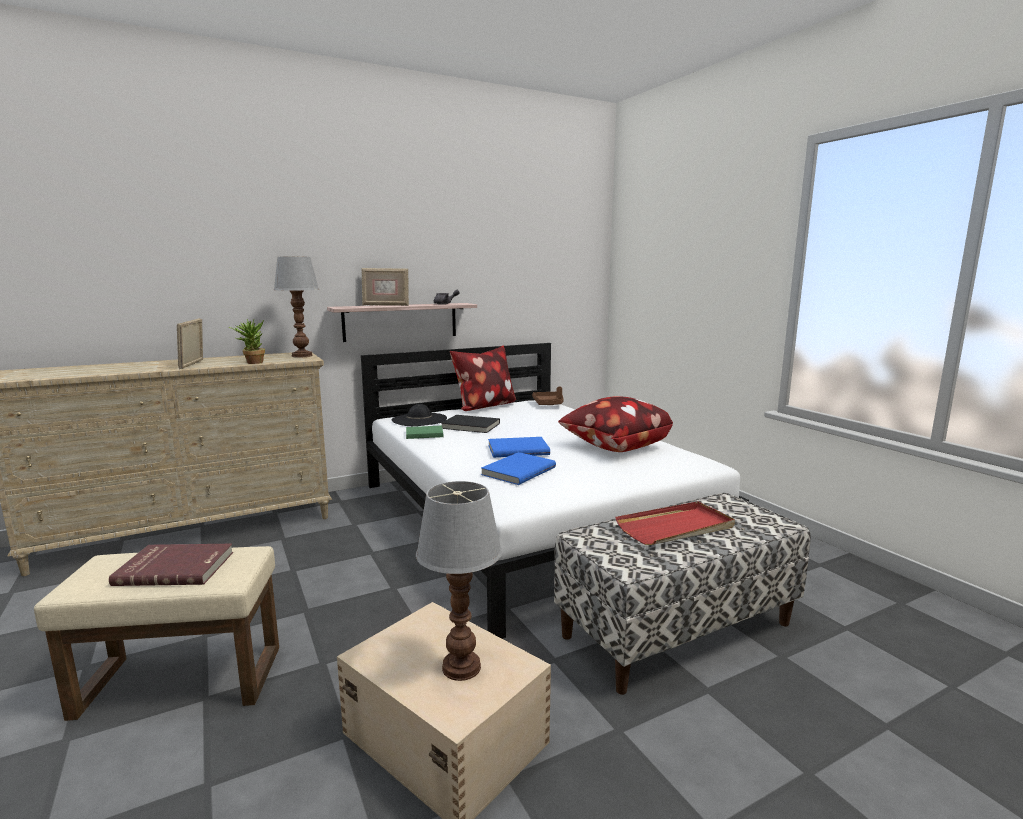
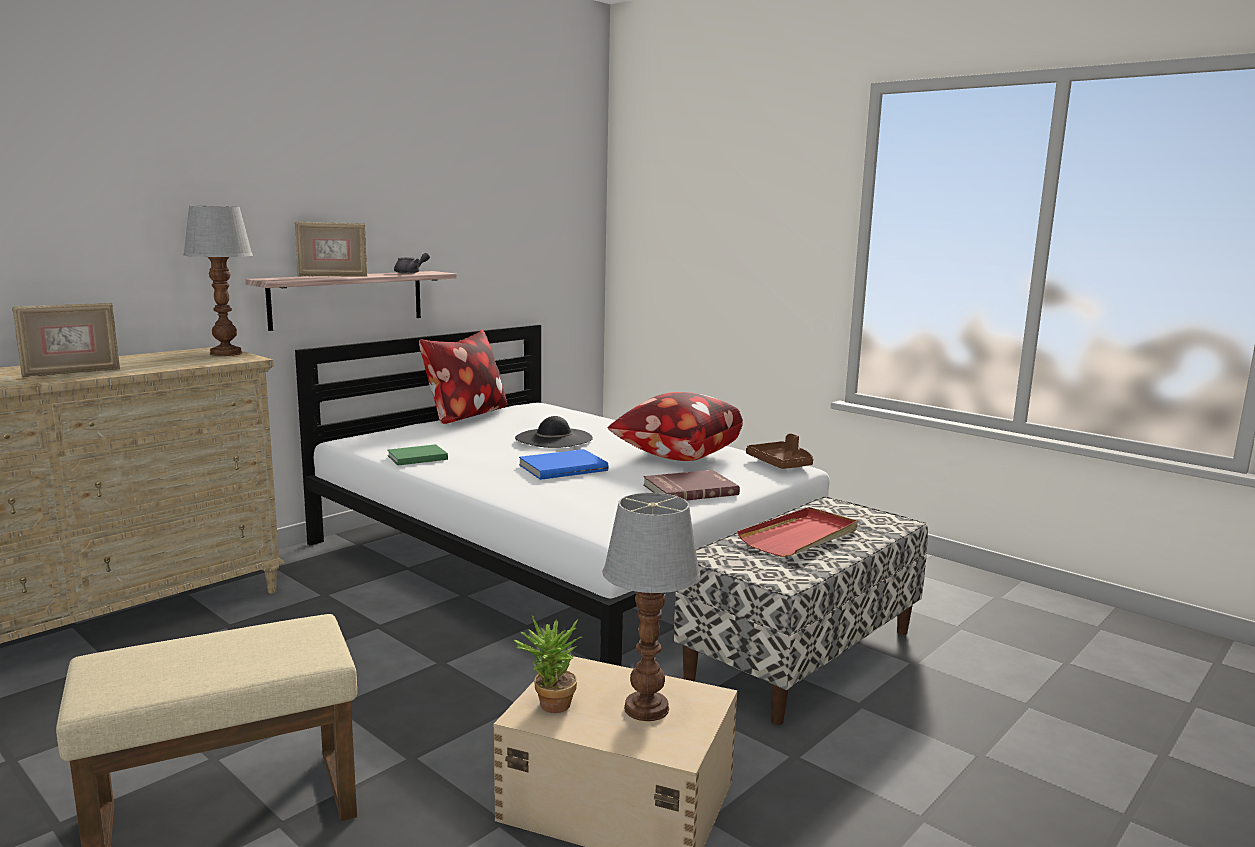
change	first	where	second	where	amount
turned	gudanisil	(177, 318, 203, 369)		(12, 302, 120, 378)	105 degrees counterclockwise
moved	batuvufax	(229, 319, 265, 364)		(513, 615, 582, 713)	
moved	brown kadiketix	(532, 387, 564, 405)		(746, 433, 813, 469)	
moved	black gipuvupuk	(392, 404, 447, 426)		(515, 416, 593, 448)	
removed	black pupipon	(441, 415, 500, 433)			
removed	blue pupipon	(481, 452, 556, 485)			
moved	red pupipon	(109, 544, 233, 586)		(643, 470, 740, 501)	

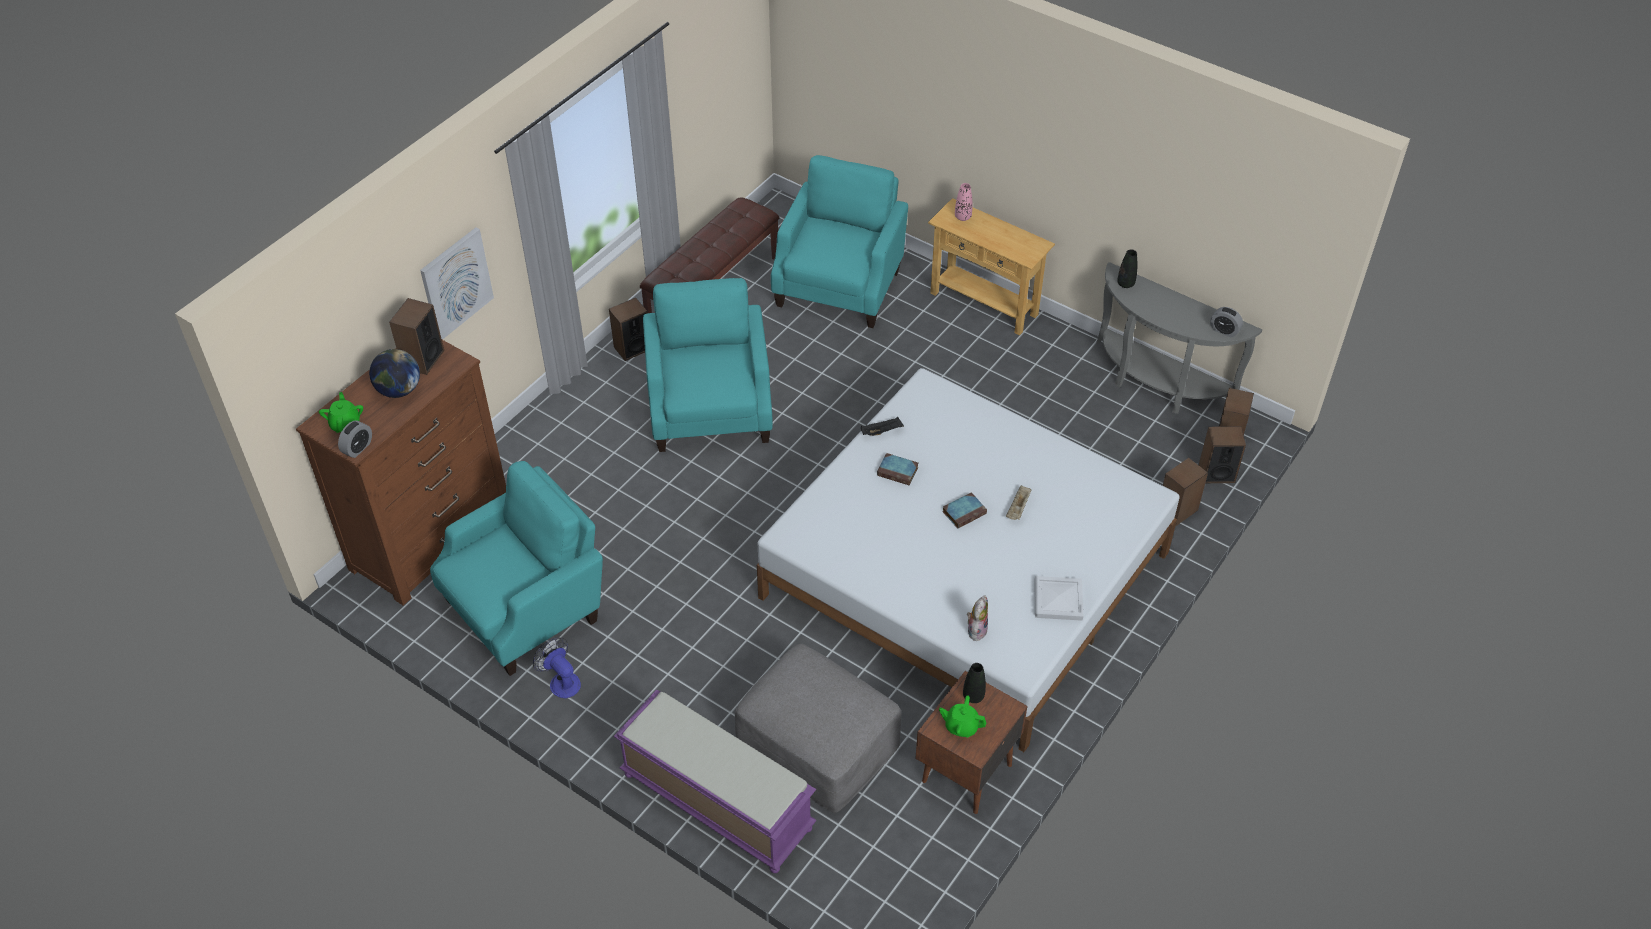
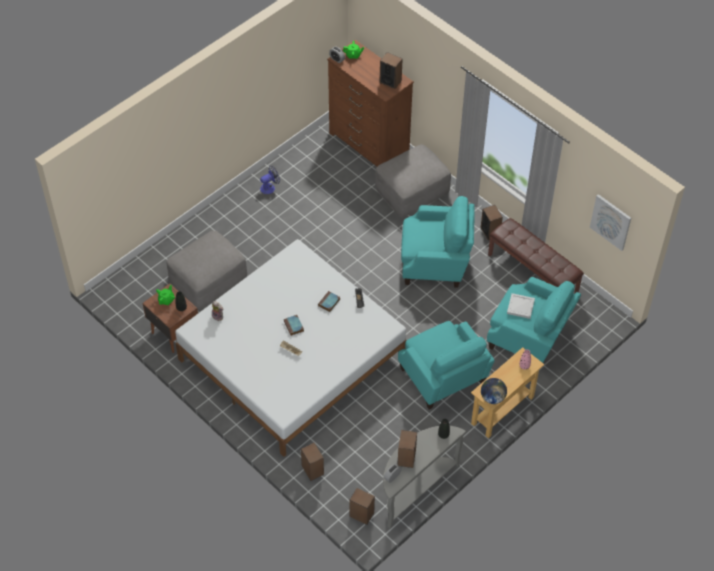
change	first	where	second	where	amount
moved	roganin	(420, 227, 494, 340)		(590, 194, 631, 251)	
moved	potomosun	(369, 349, 420, 398)		(481, 378, 507, 404)	
moved	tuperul	(1199, 426, 1246, 483)		(397, 430, 417, 468)	
moved	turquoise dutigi	(430, 461, 603, 676)		(398, 321, 495, 410)	
moved	white kadiketix	(1034, 576, 1083, 621)		(507, 293, 535, 319)	
removed	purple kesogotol	(614, 690, 817, 873)			
added			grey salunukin	(375, 145, 451, 218)	

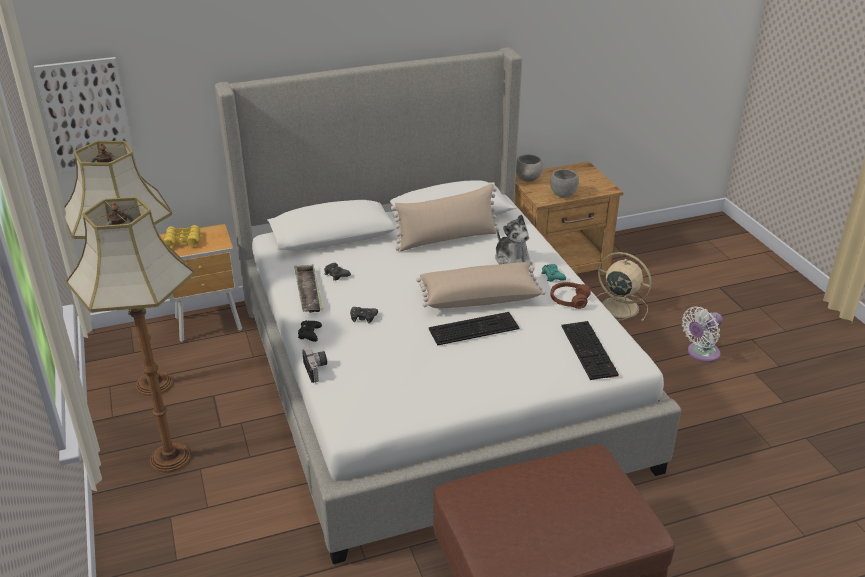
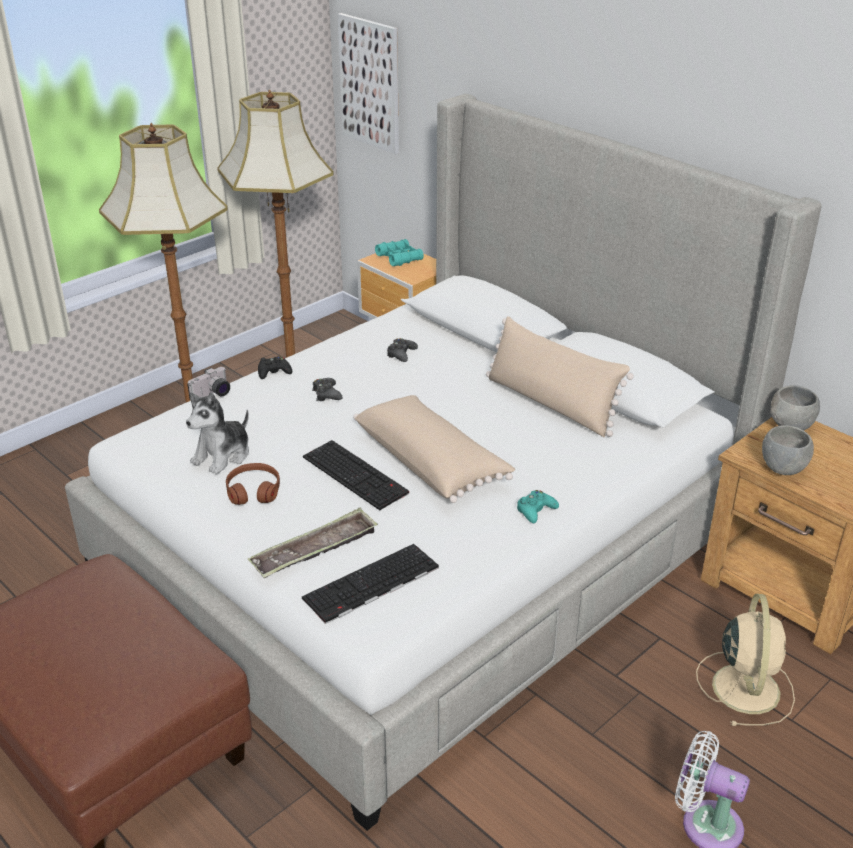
change	first	where	second	where	amount
moved	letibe	(495, 215, 533, 265)		(186, 392, 249, 474)	
recoloured	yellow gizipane	(163, 225, 201, 248)	turquoise gizipane	(375, 239, 424, 266)	
moved	kadiketix	(294, 264, 323, 313)		(247, 507, 378, 578)	
moved	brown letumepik	(550, 282, 591, 309)		(226, 463, 280, 505)	

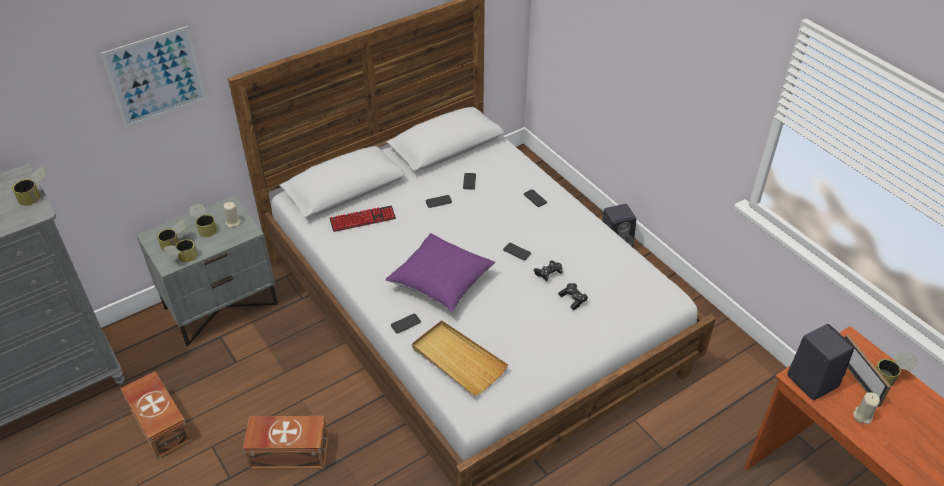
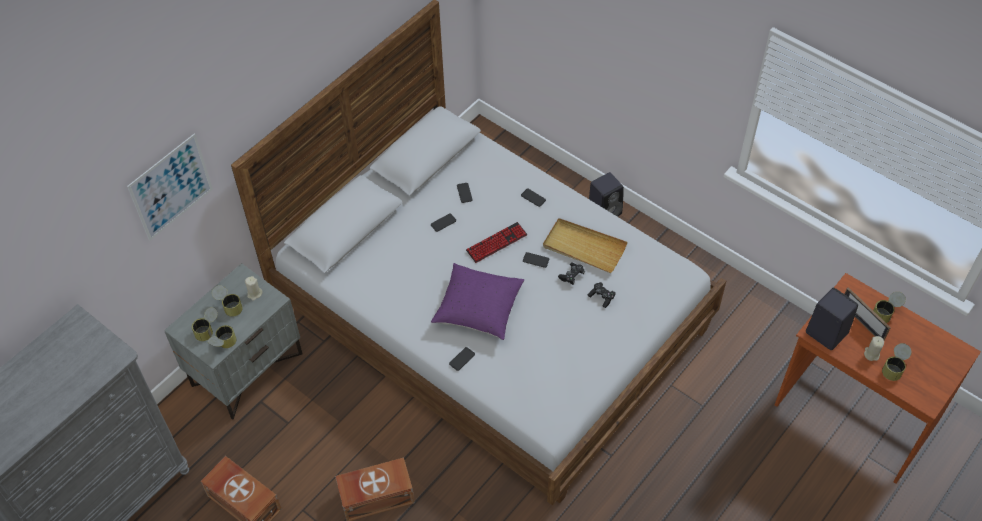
change	first	where	second	where	amount
moved	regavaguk	(12, 167, 46, 206)		(882, 343, 912, 381)	
moved	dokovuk	(329, 206, 396, 232)		(466, 222, 527, 263)	
moved	beige kadiketix	(412, 320, 508, 396)		(543, 218, 628, 273)	

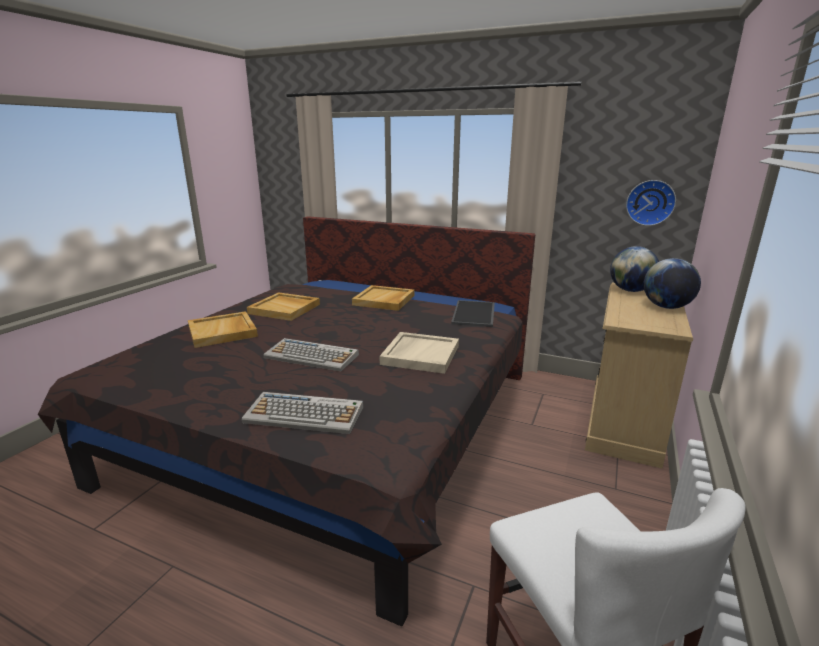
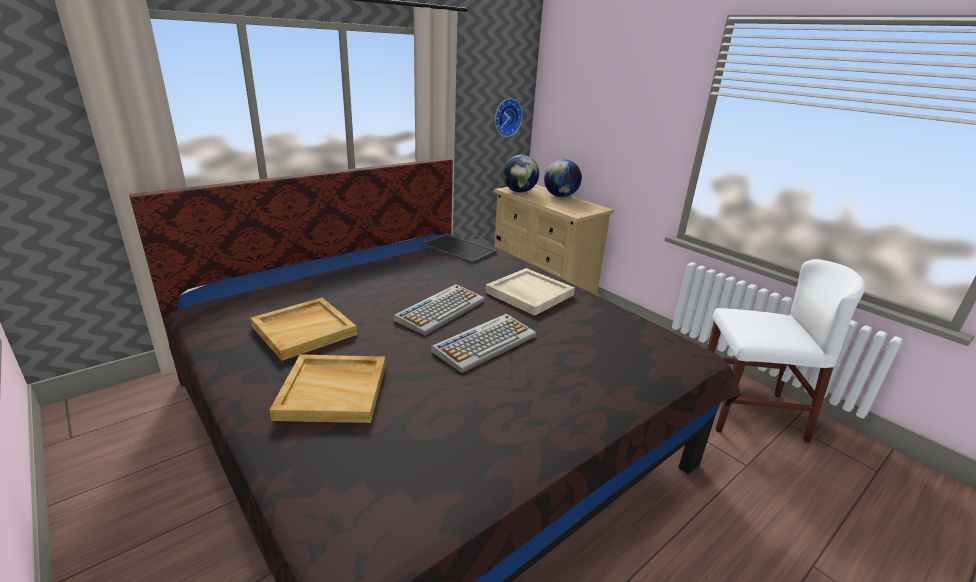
change	first	where	second	where	amount
removed	beige kadiketix	(352, 285, 414, 311)			
moved	dokovuk	(242, 392, 364, 434)		(393, 284, 485, 335)	

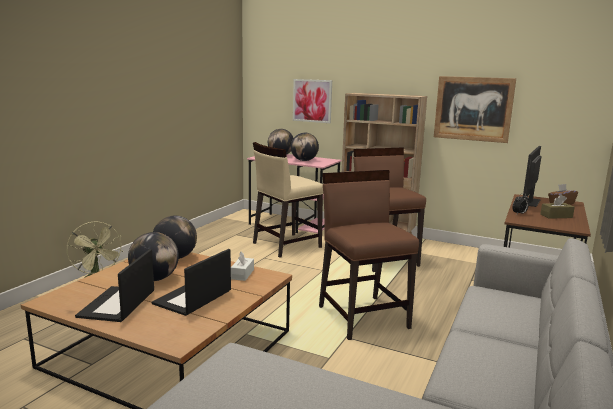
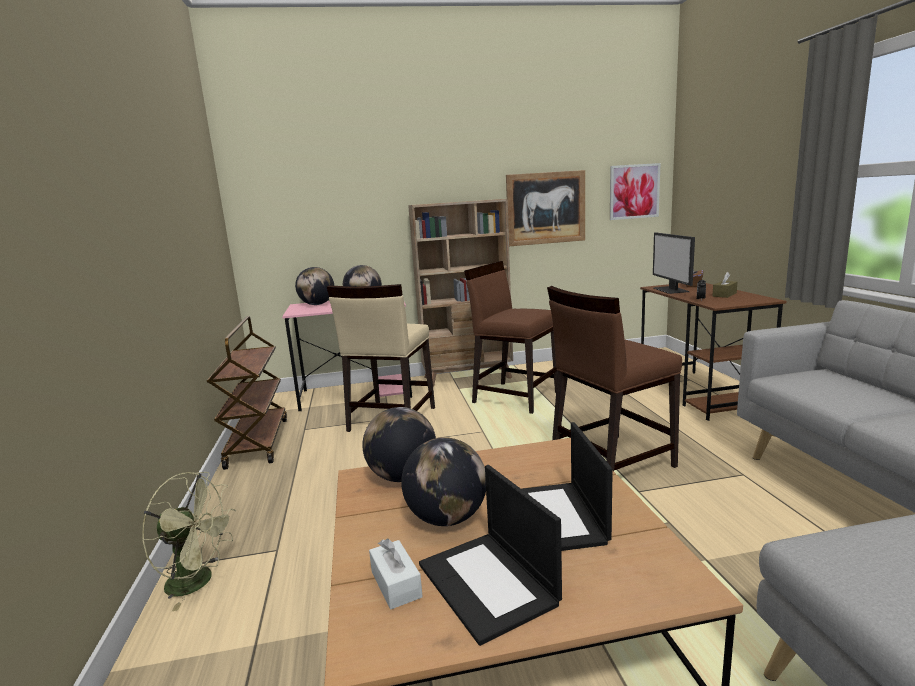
change	first	where	second	where	amount
moved	roganin	(293, 79, 332, 123)		(610, 163, 661, 220)	
turned	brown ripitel	(319, 170, 419, 340)		(547, 286, 682, 471)	60 degrees counterclockwise
moved	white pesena	(231, 251, 254, 281)		(369, 538, 423, 609)	
added			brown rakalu	(207, 316, 287, 470)	

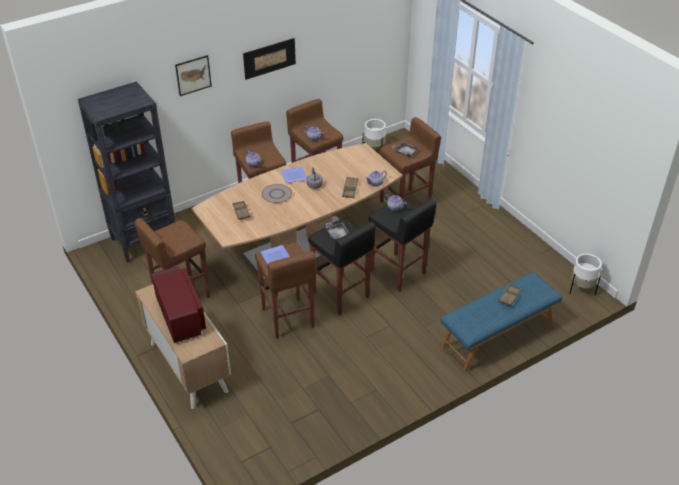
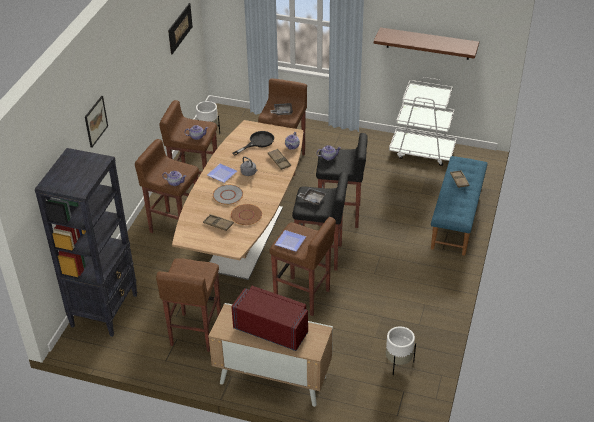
change	first	where	second	where	amount
moved	roganin	(243, 38, 296, 80)		(168, 3, 193, 55)	
moved	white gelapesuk	(569, 254, 602, 295)		(386, 327, 416, 375)	
added			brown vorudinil	(374, 27, 479, 60)	
added			white rakalu	(389, 77, 457, 166)	
added			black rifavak	(233, 131, 274, 155)	
added			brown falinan	(231, 204, 262, 225)	

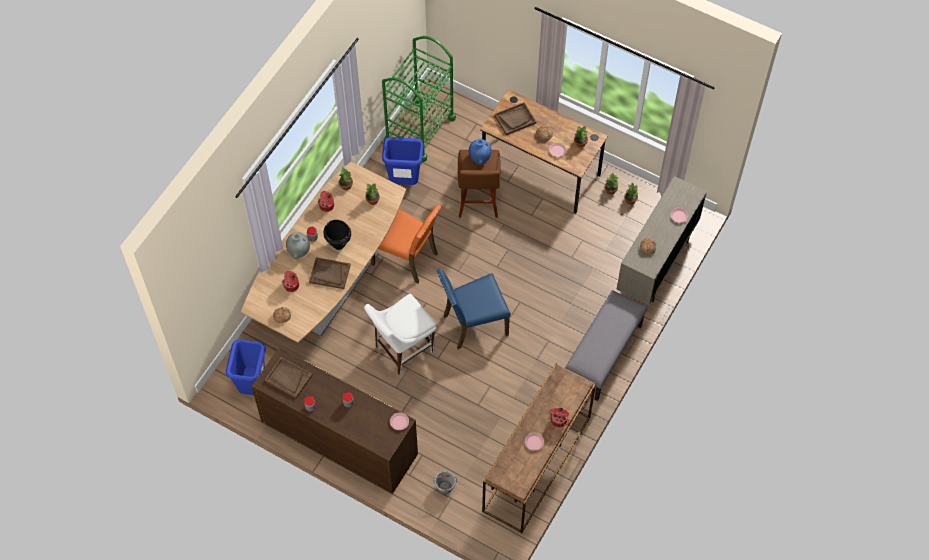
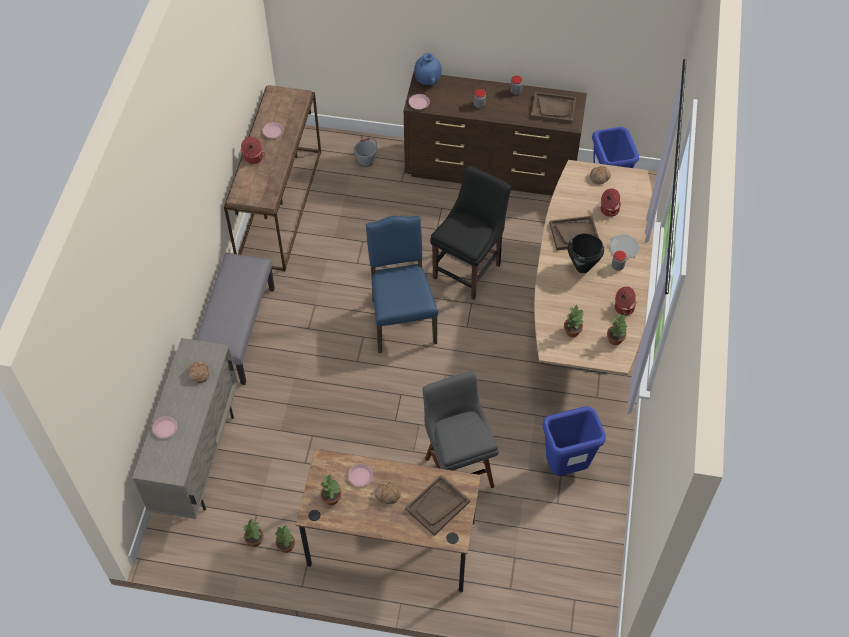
change	first	where	second	where	amount
removed	green rakalu	(382, 36, 456, 162)			
moved	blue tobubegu	(469, 139, 492, 165)		(414, 53, 442, 85)	
recoloured	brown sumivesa	(458, 150, 500, 218)	grey sumivesa	(423, 371, 499, 488)	
removed	orange ripitel	(371, 205, 441, 284)			
replaced	grey tobubegu	(286, 232, 310, 259)	falinan	(609, 234, 640, 259)	
turned	blue ripitel	(437, 269, 511, 349)		(366, 215, 438, 353)	60 degrees counterclockwise
recoloured	white ripitel	(364, 294, 436, 376)	black ripitel	(430, 166, 511, 300)	

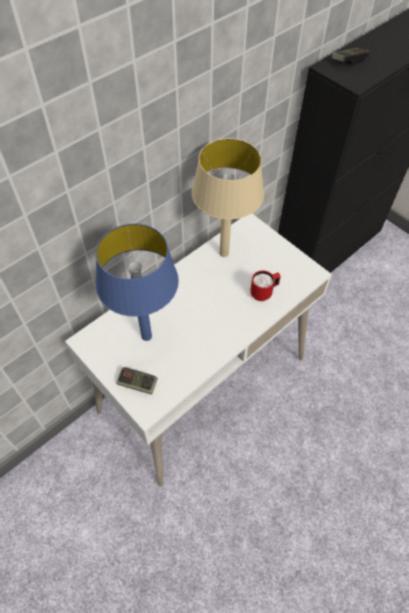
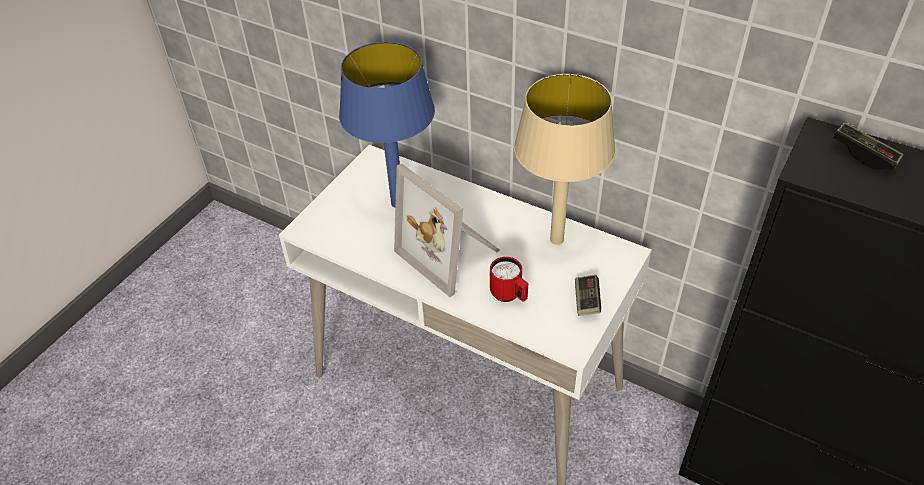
change	first	where	second	where	amount
moved	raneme	(116, 367, 158, 395)		(575, 275, 601, 316)	
added			gudanisil	(394, 164, 500, 297)	

